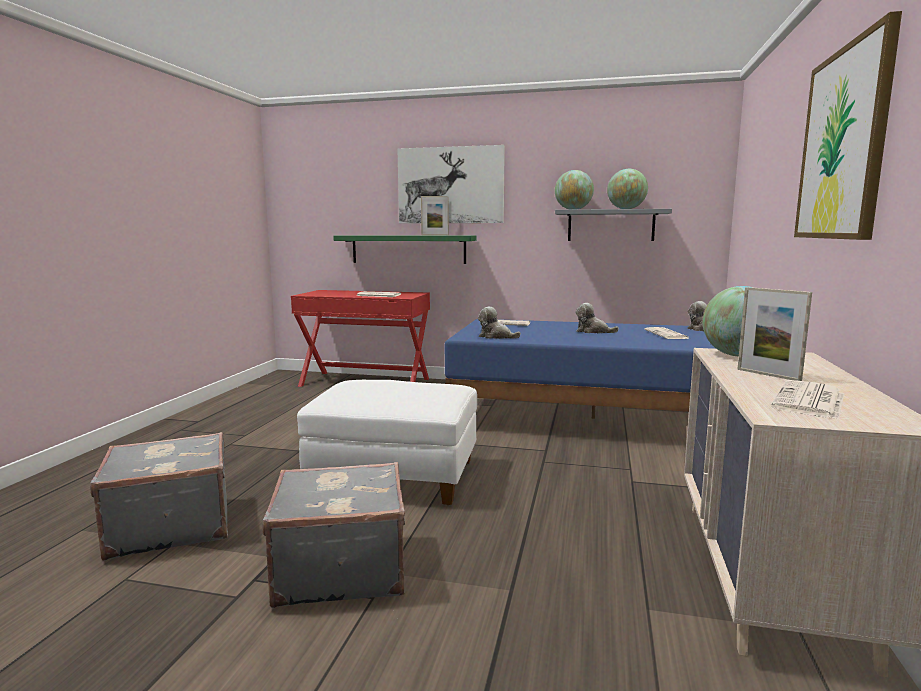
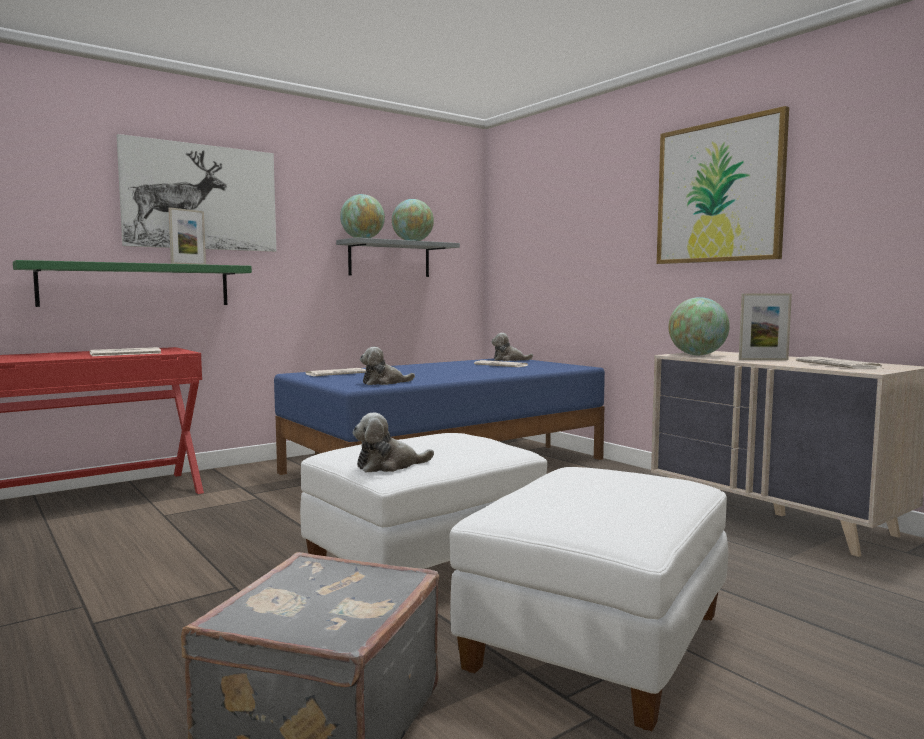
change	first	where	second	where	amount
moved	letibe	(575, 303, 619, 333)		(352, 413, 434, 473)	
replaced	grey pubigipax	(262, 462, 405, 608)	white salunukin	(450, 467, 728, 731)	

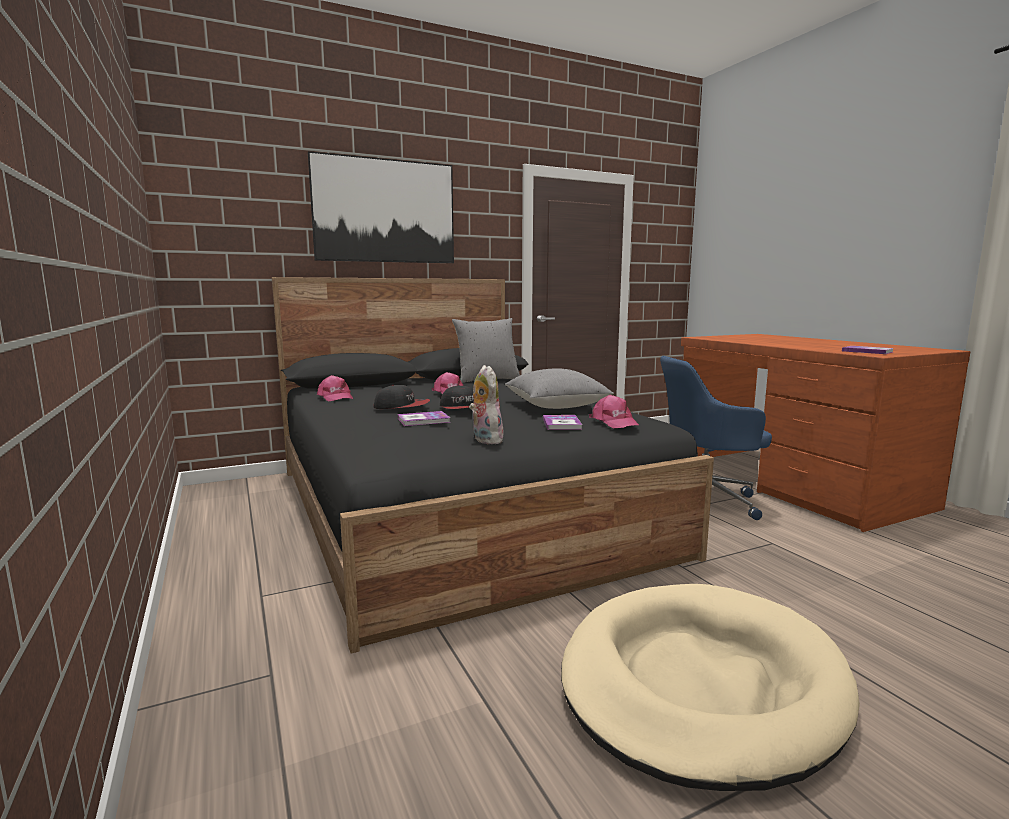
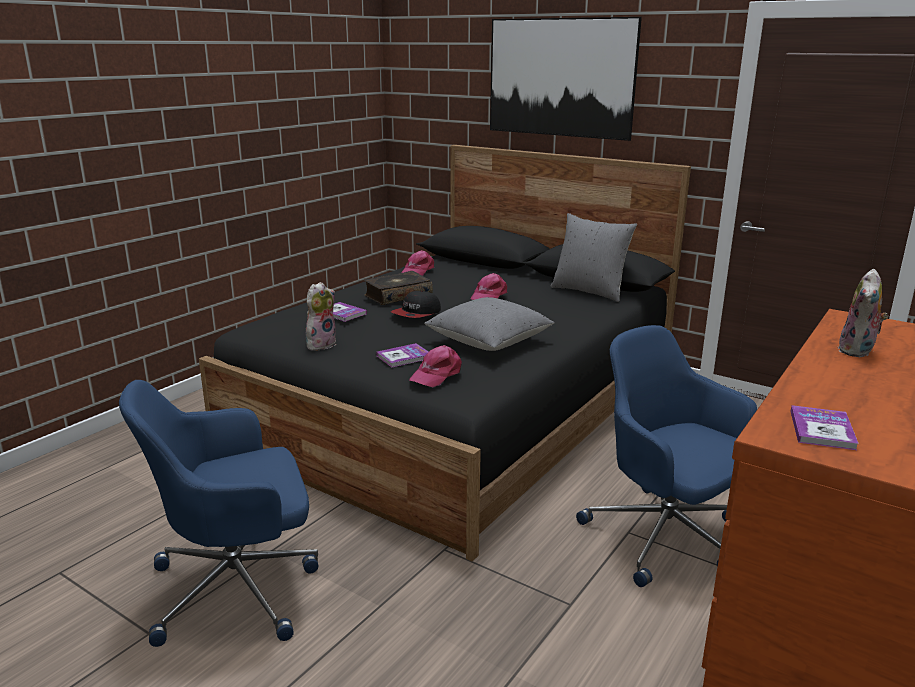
change	first	where	second	where	amount
replaced	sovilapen	(373, 385, 430, 409)	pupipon	(364, 271, 433, 305)	
replaced	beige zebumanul	(561, 584, 860, 791)	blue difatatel	(119, 380, 319, 647)	
added			letibe	(838, 269, 888, 357)	

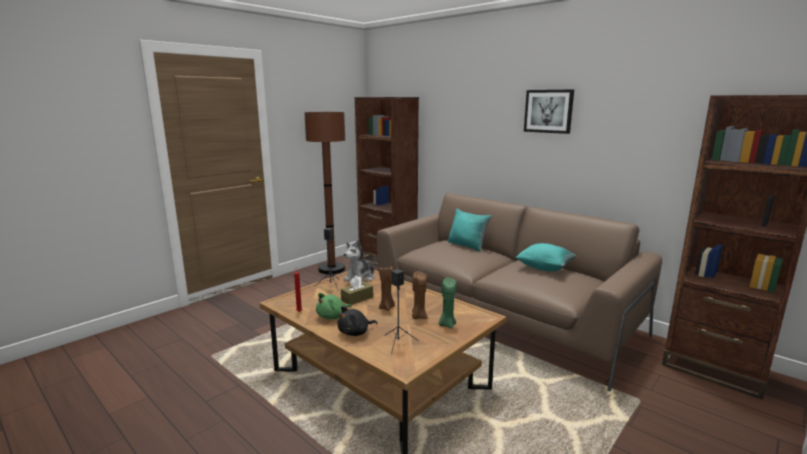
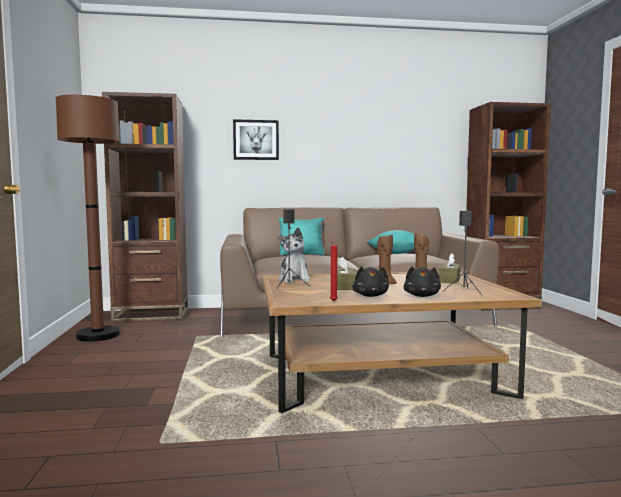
change	first	where	second	where	amount
moved	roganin	(524, 89, 574, 134)		(233, 119, 279, 160)	
replaced	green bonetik	(439, 278, 457, 328)	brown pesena	(439, 253, 461, 284)	
recoloured	green letibe	(316, 293, 352, 319)	black letibe	(352, 266, 389, 297)	

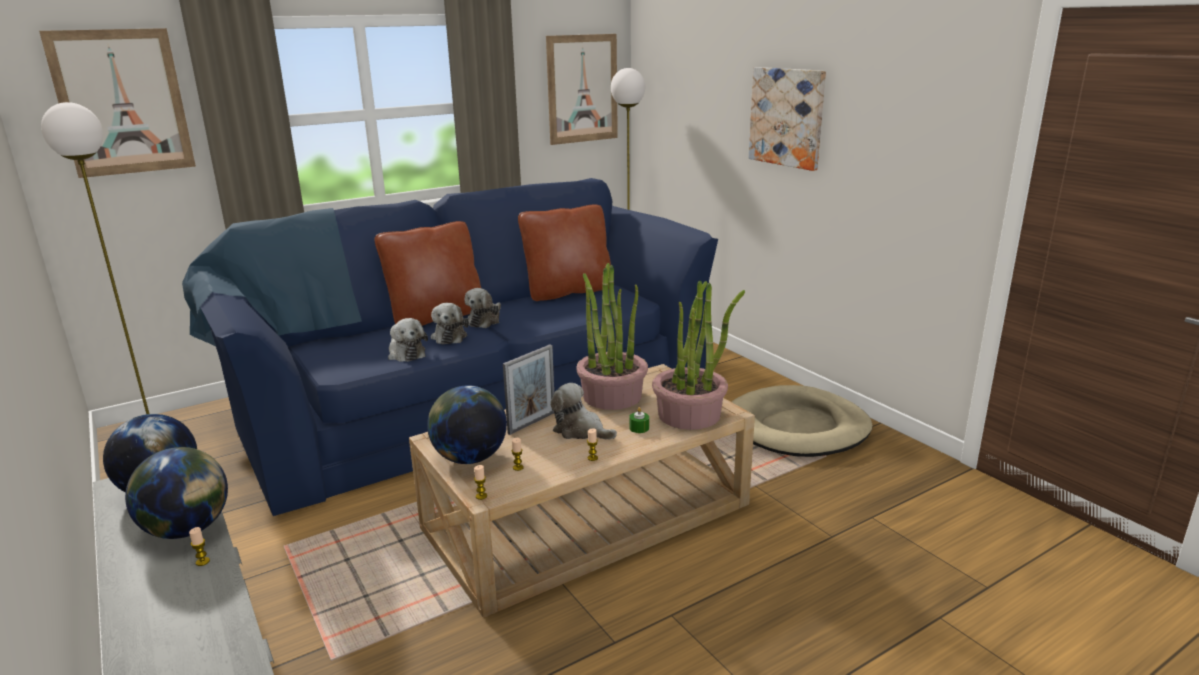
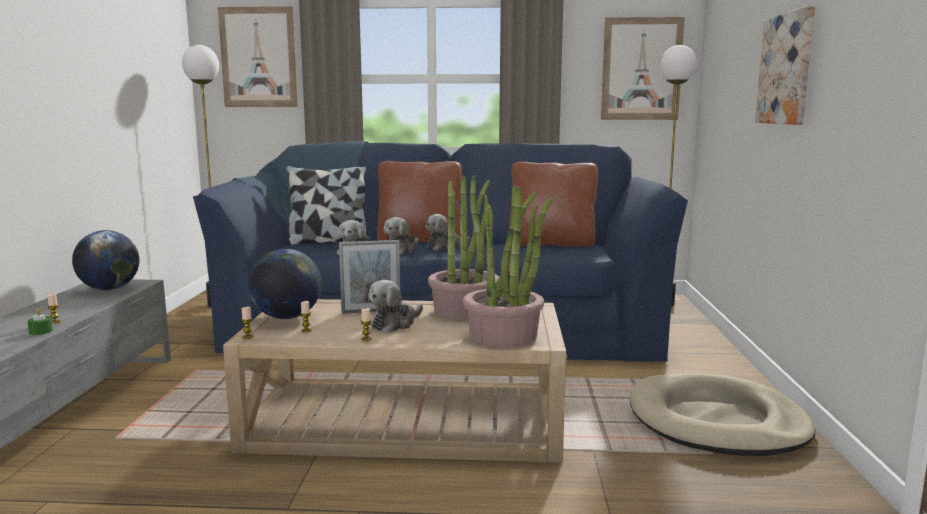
change	first	where	second	where	amount
turned	letibe	(550, 383, 617, 440)		(368, 280, 423, 332)	120 degrees counterclockwise
moved	green bonetik	(629, 407, 649, 433)		(27, 308, 53, 335)	
removed	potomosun	(125, 447, 228, 539)			
added			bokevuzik	(286, 166, 367, 245)	

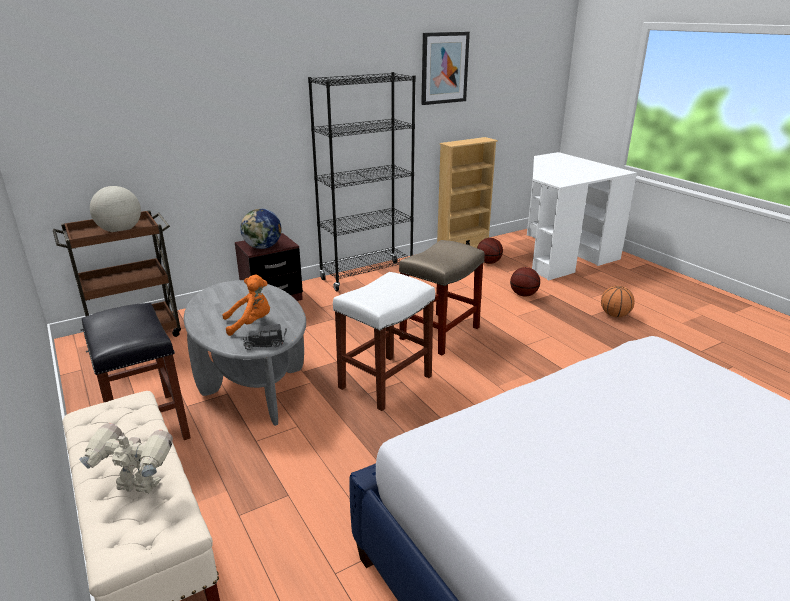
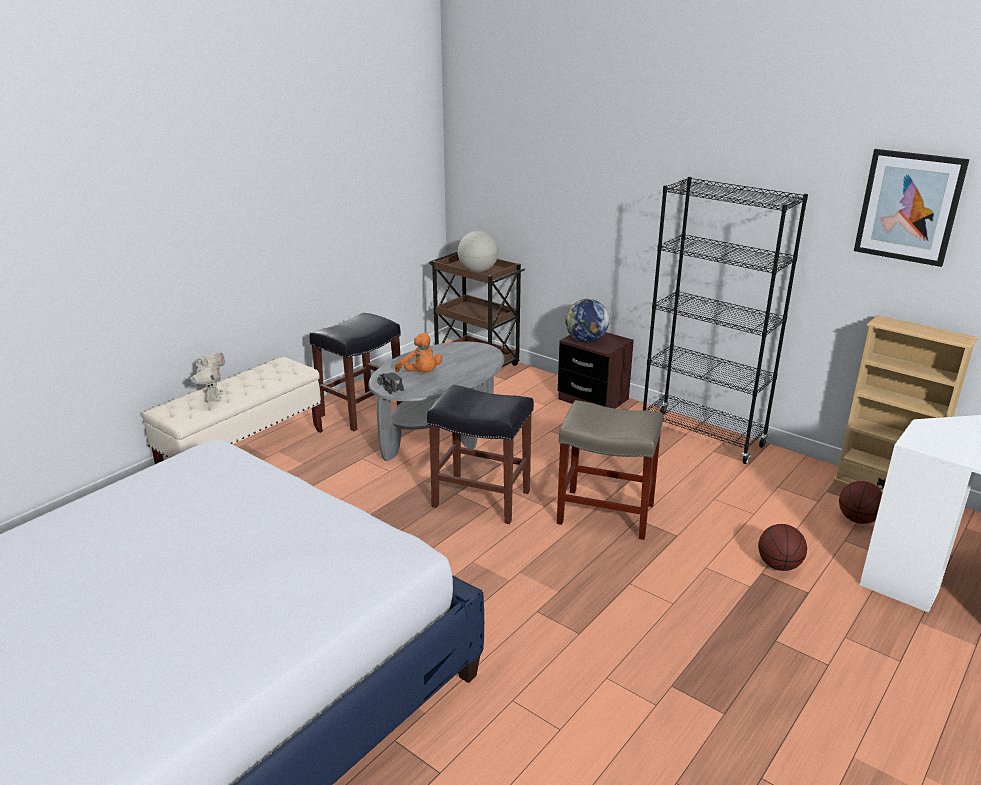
change	first	where	second	where	amount
recoloured	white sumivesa	(333, 272, 435, 411)	black sumivesa	(427, 385, 534, 524)	
removed	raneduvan	(601, 286, 634, 317)			

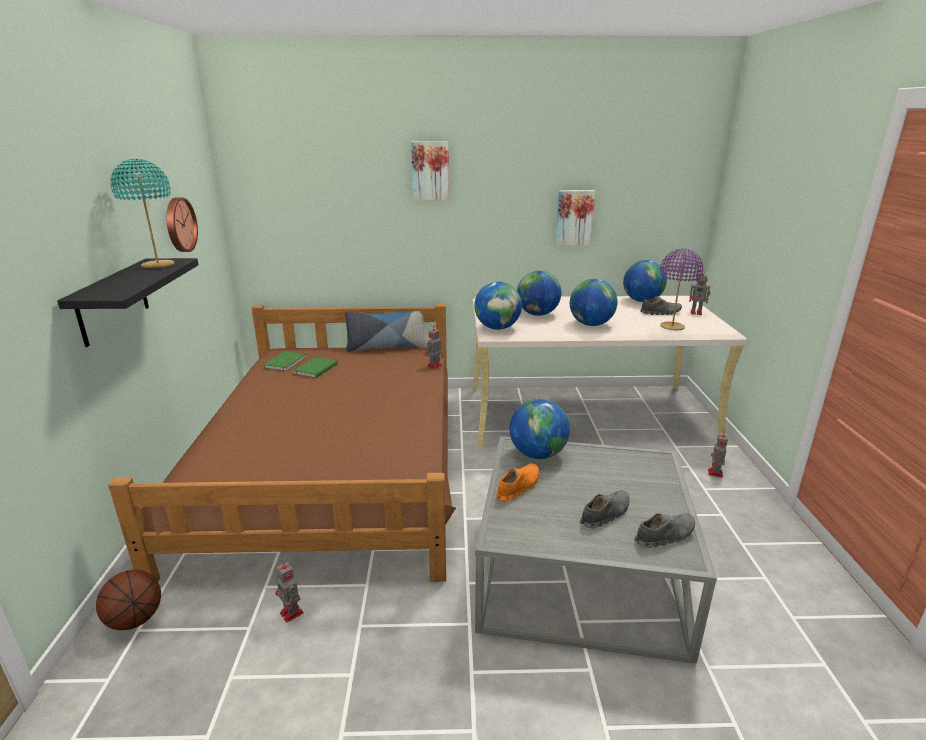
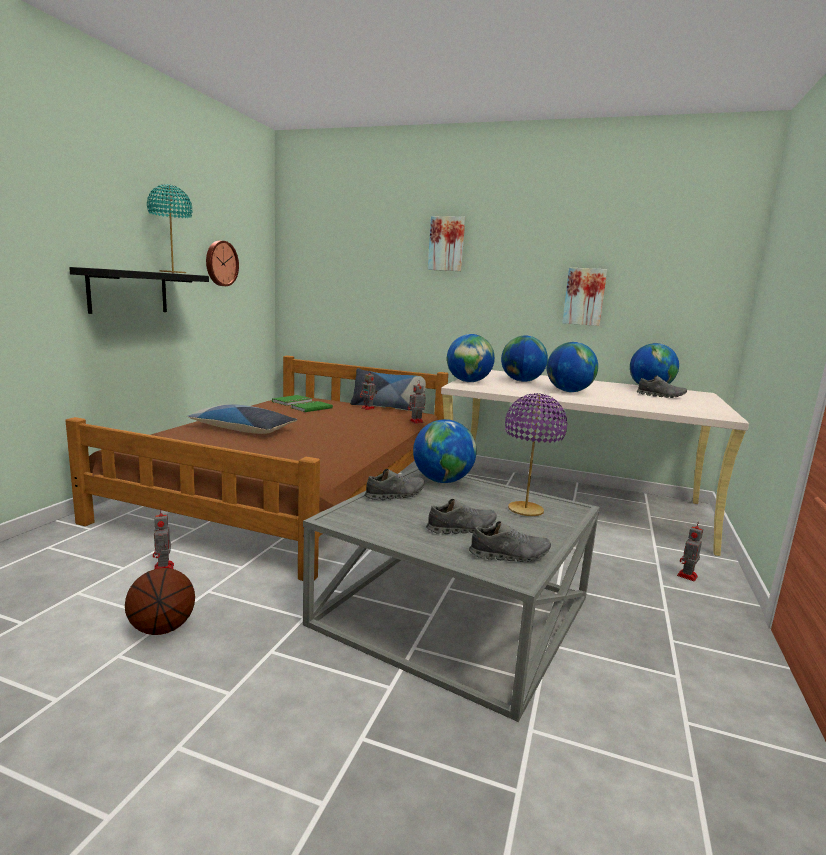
change	first	where	second	where	amount
moved	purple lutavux	(660, 248, 703, 330)		(505, 393, 567, 516)	
moved	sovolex	(689, 271, 711, 315)		(360, 373, 377, 410)	
recoloured	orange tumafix	(496, 463, 539, 501)	grey tumafix	(364, 469, 424, 500)	
moved	raneduvan	(96, 570, 161, 630)		(125, 568, 195, 635)	
added			bokevuzik	(187, 404, 297, 434)	

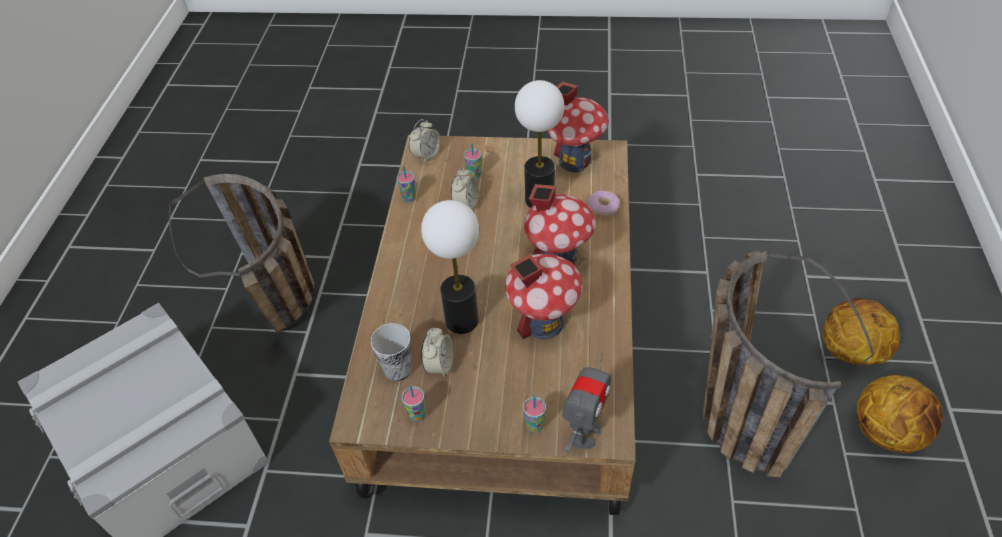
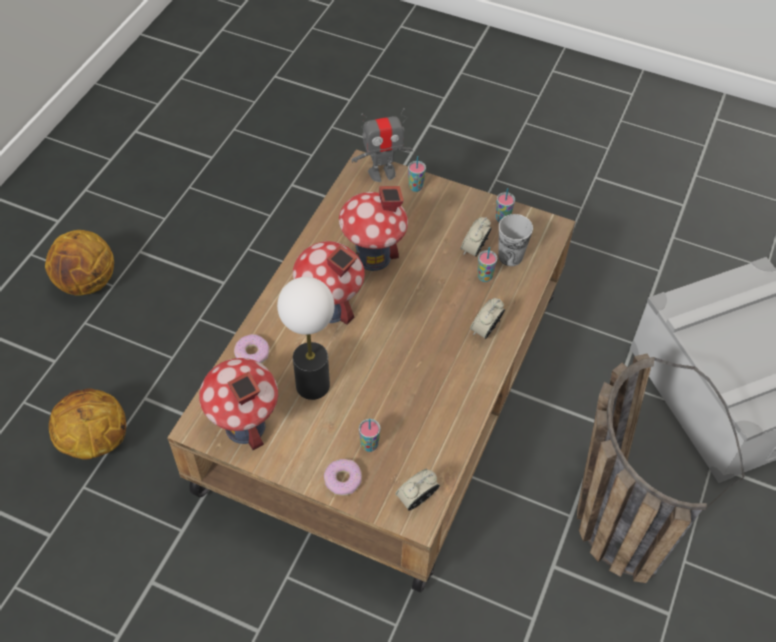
change	first	where	second	where	amount
moved	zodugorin	(397, 166, 416, 202)		(477, 247, 497, 282)	
moved	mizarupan	(451, 167, 478, 209)		(470, 298, 505, 339)	
removed	lutavux	(421, 200, 479, 334)			
removed	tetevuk	(703, 250, 874, 477)			
turned	sovolex	(562, 353, 611, 453)		(351, 108, 413, 182)	150 degrees counterclockwise
moved	raneduvan	(857, 375, 943, 453)		(49, 389, 126, 460)	
added			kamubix	(324, 459, 362, 496)	

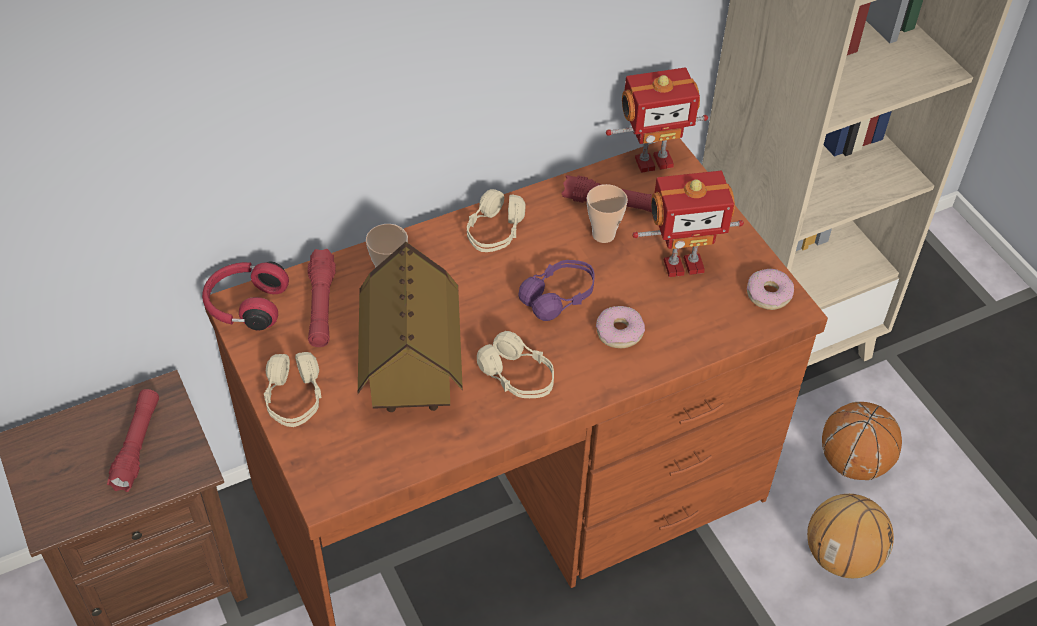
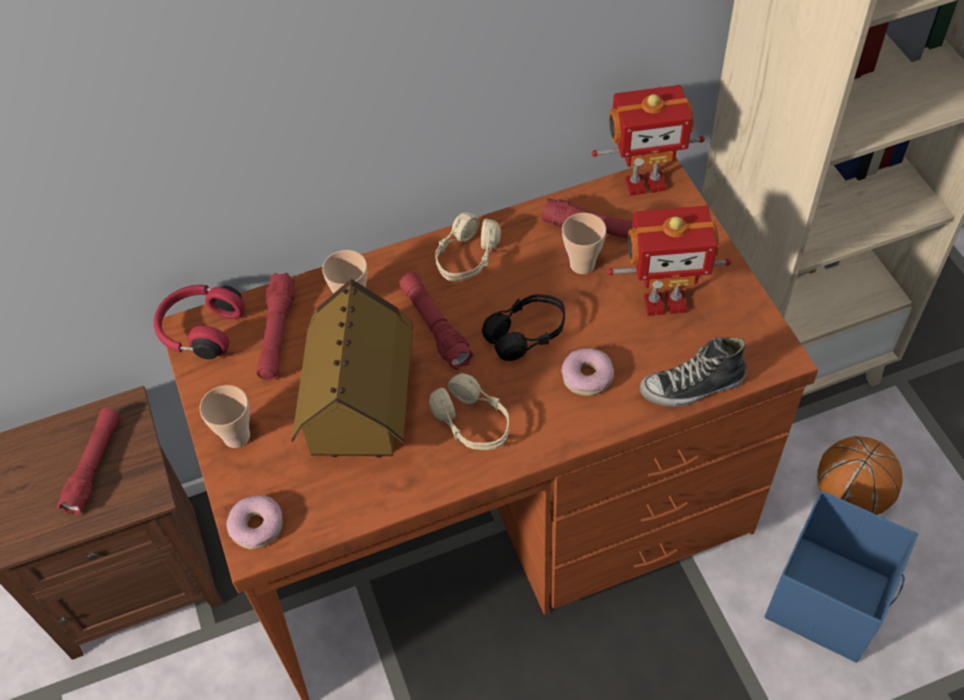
change	first	where	second	where	amount
recoloured	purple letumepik	(518, 260, 595, 321)	black letumepik	(482, 294, 565, 361)	
moved	kamubix	(747, 269, 794, 310)		(227, 495, 283, 550)	
replaced	beige letumepik	(264, 352, 322, 427)	zodugorin	(200, 385, 250, 448)	
replaced	raneduvan	(807, 494, 894, 578)	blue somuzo	(764, 490, 918, 663)	
added			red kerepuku	(399, 272, 474, 370)	
added			tumafix	(640, 337, 746, 407)	

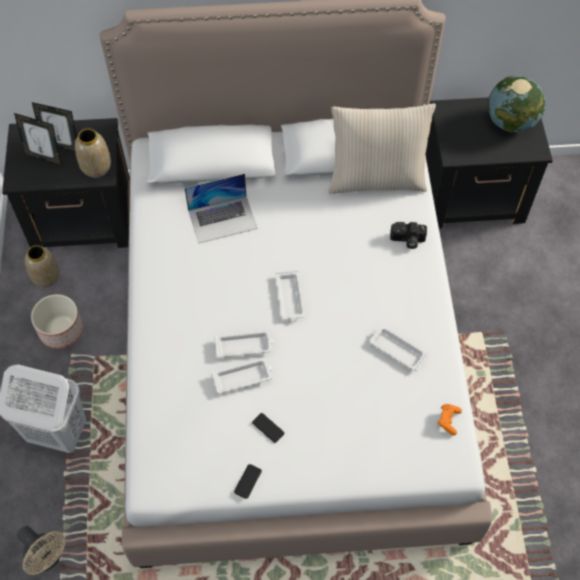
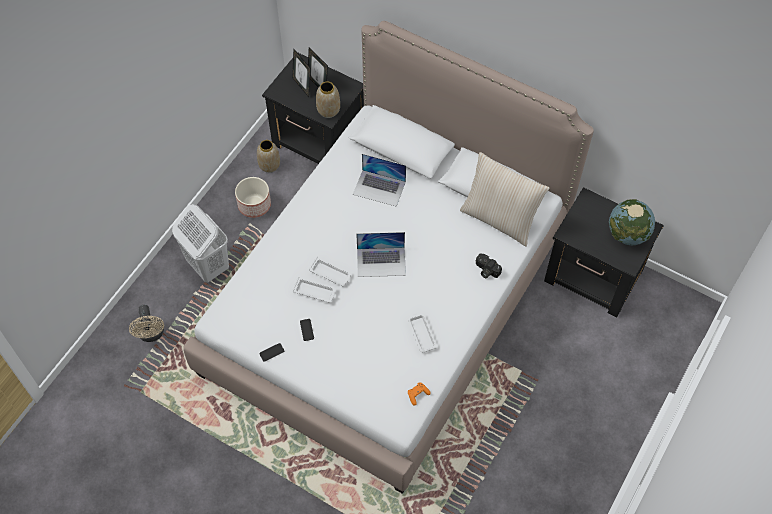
change	first	where	second	where	amount
replaced	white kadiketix	(276, 270, 305, 321)	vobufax	(356, 232, 406, 277)	

